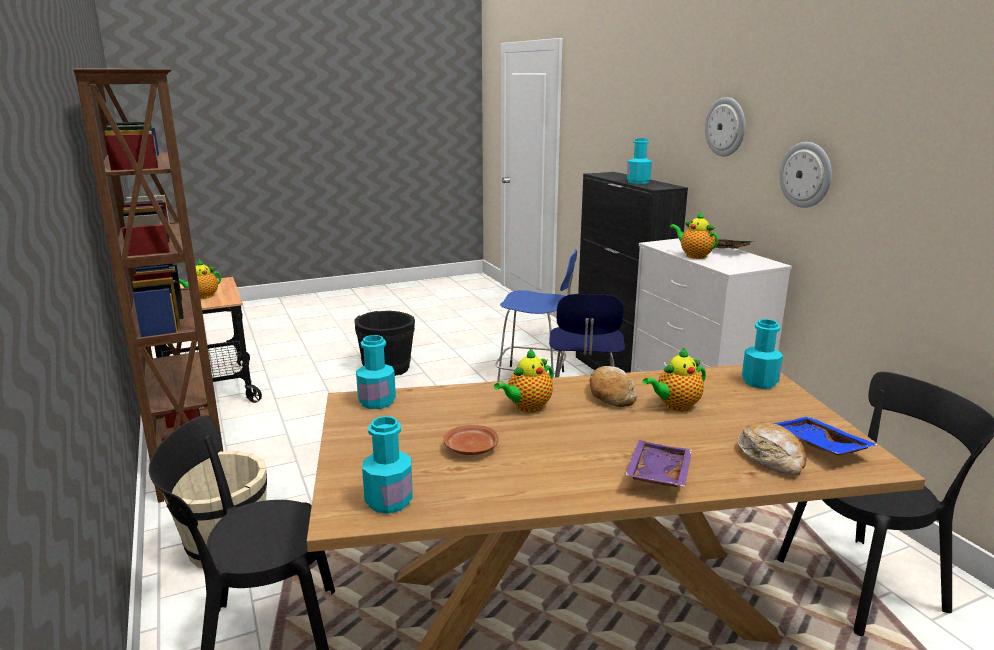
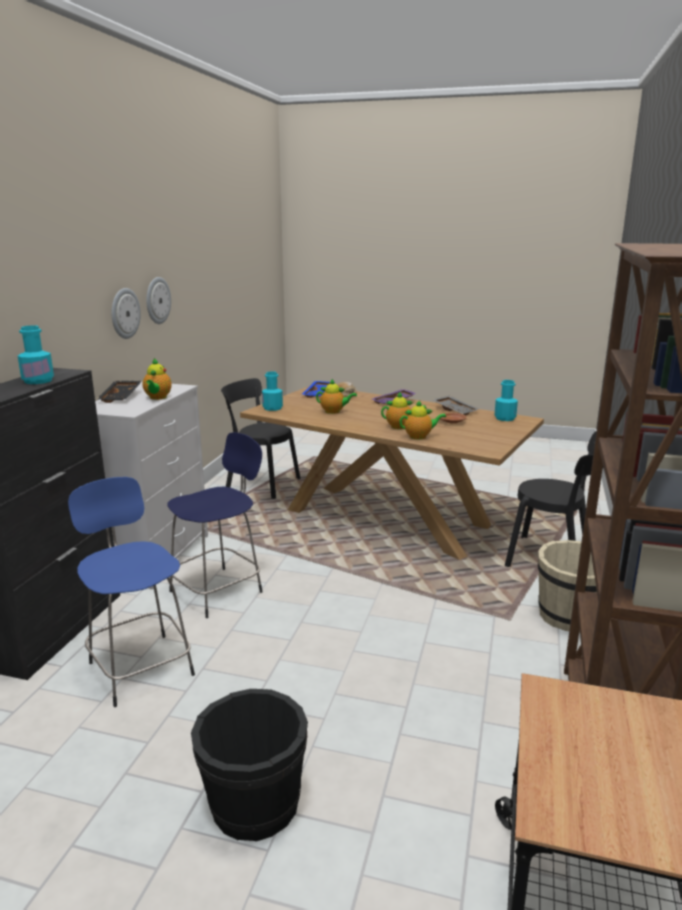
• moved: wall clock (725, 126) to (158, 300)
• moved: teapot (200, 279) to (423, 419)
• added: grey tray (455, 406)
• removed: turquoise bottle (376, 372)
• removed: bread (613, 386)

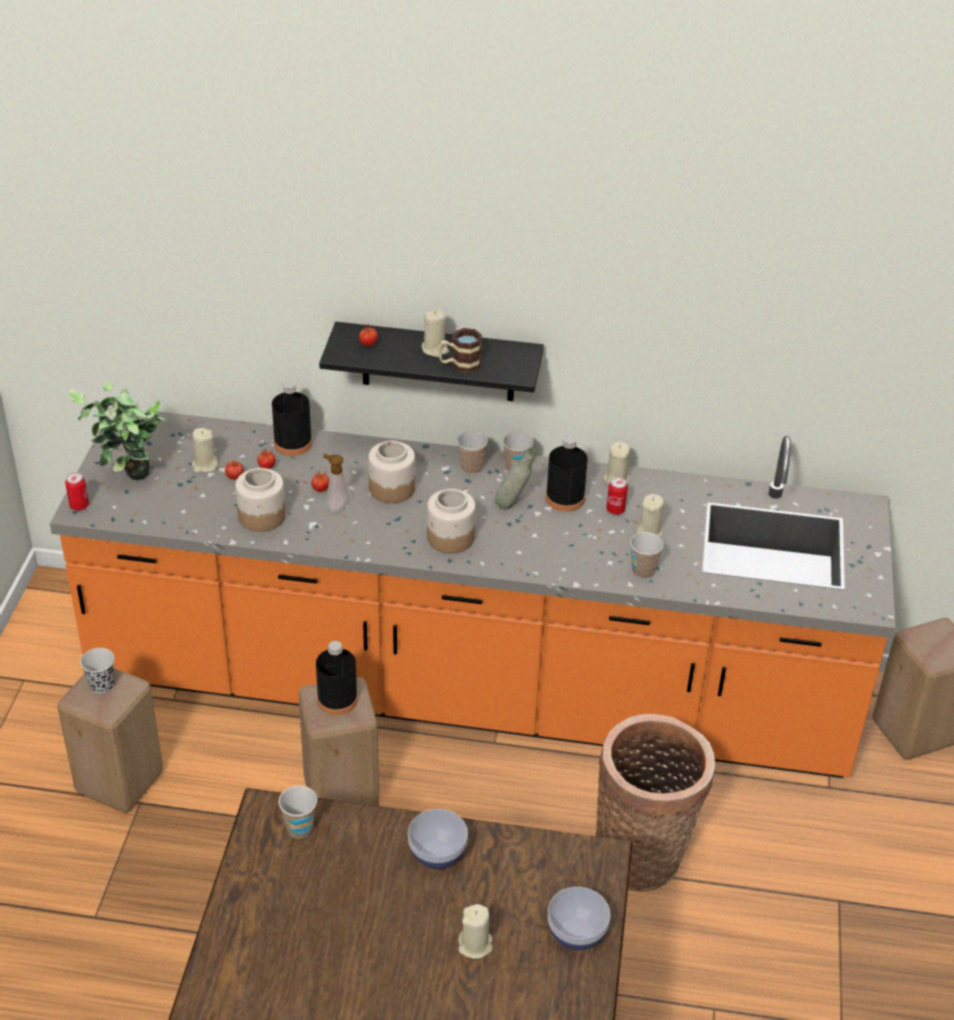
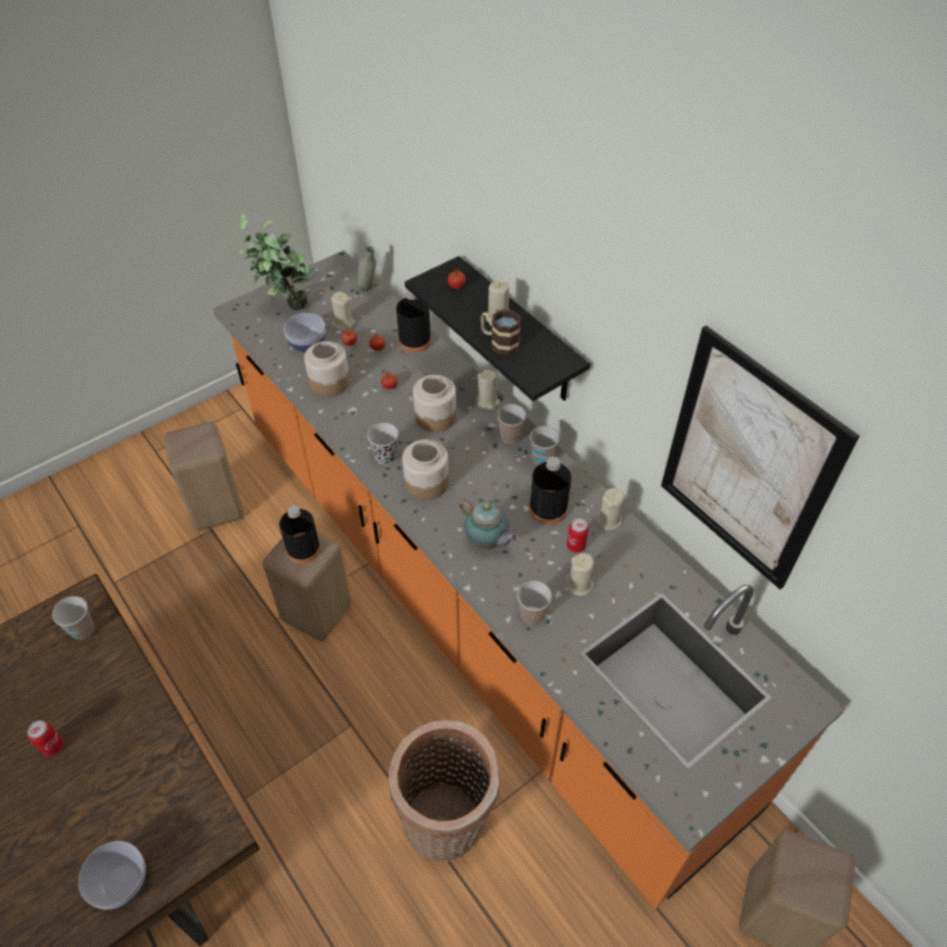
• moved: can (77, 492) to (45, 738)
• moved: bowl (438, 839) to (304, 333)
• moved: grey bottle (515, 479) to (366, 268)
• moved: black cup (97, 671) to (382, 444)
• added: teapot (488, 524)
• moved: beige candle (475, 931) to (488, 389)
• added: picture (760, 457)
• removed: soap dispenser (336, 484)

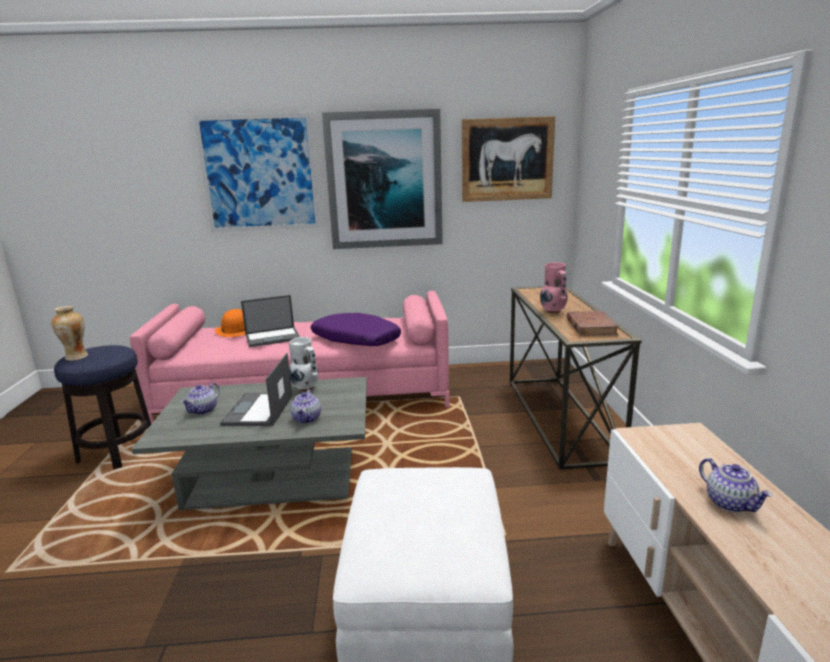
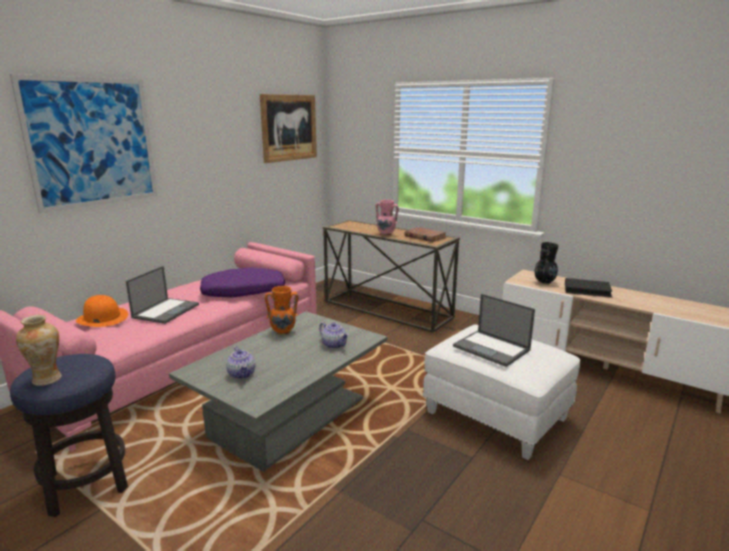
• recoloured: white vase (304, 364) to orange vase (281, 310)
• moved: laptop (256, 389) to (494, 330)
• added: black vase (546, 263)
• replaced: teapot (736, 485) to black book (588, 288)
• removed: picture (382, 179)

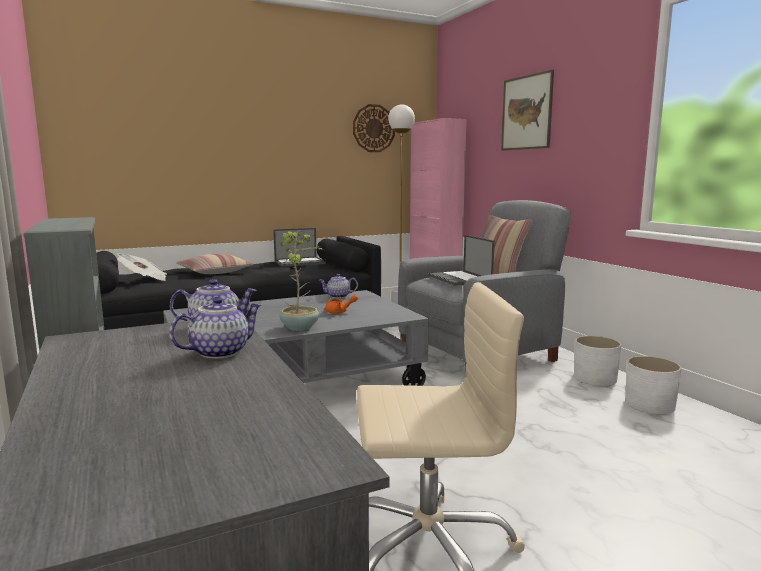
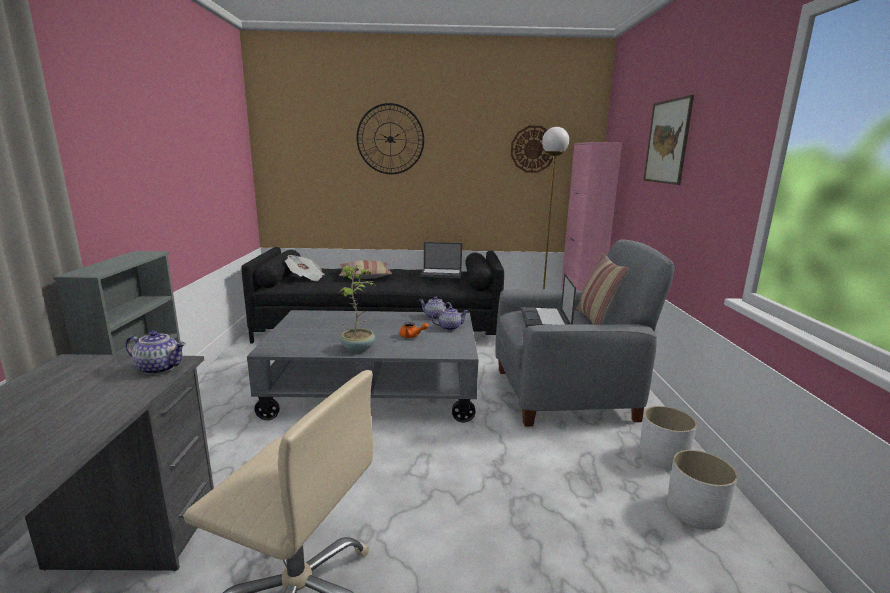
• added: wall clock (390, 138)
• moved: teapot (215, 328) to (449, 318)

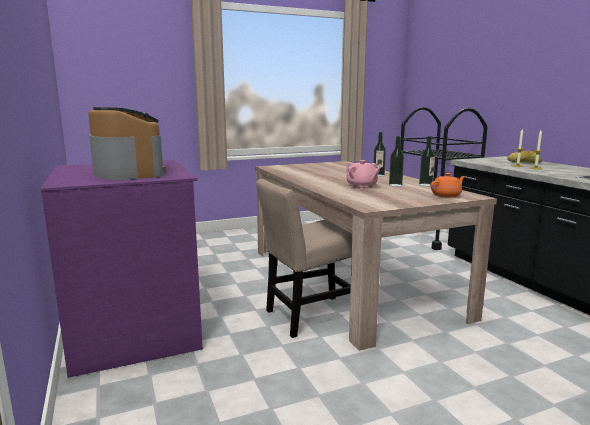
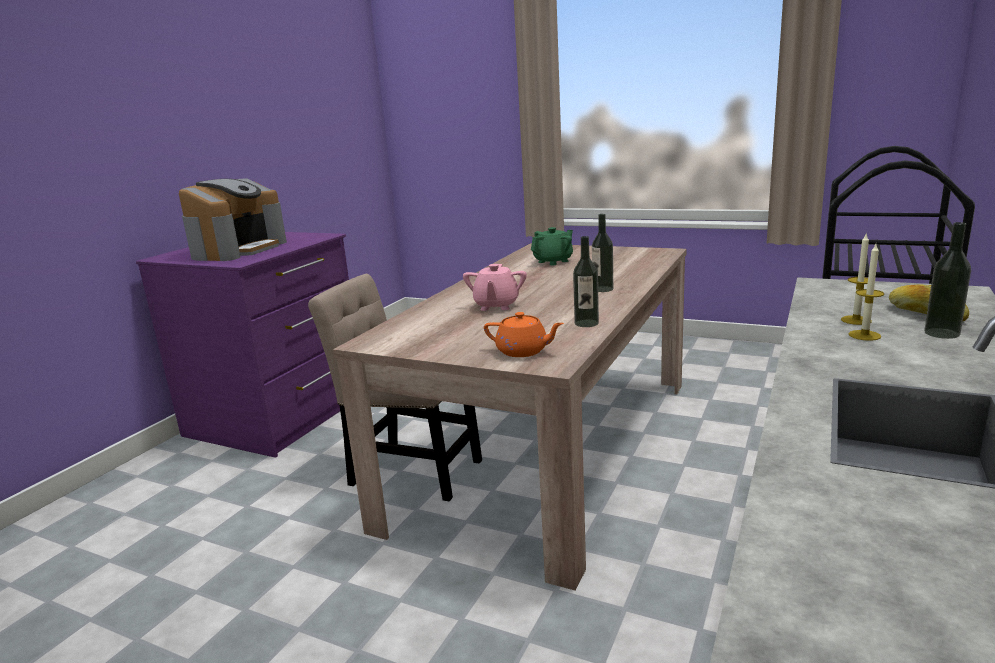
• added: green teapot (552, 246)
• moved: bottle (396, 161) to (947, 280)

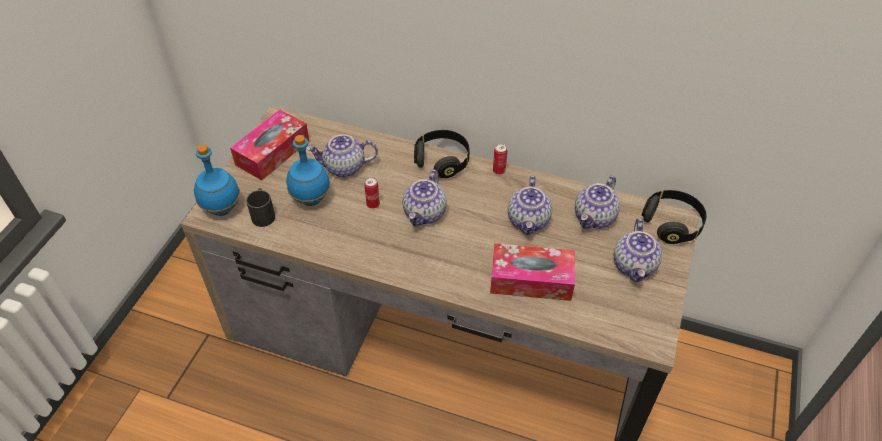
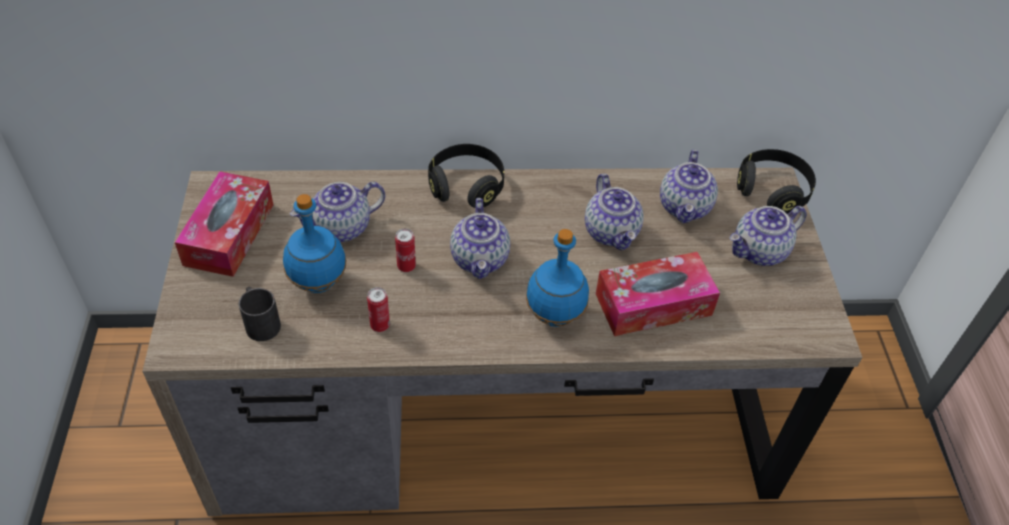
• moved: can (500, 158) to (378, 309)
• moved: blue bottle (217, 180) to (557, 278)
• turned: teapot (638, 250) = (768, 236) 75 degrees clockwise

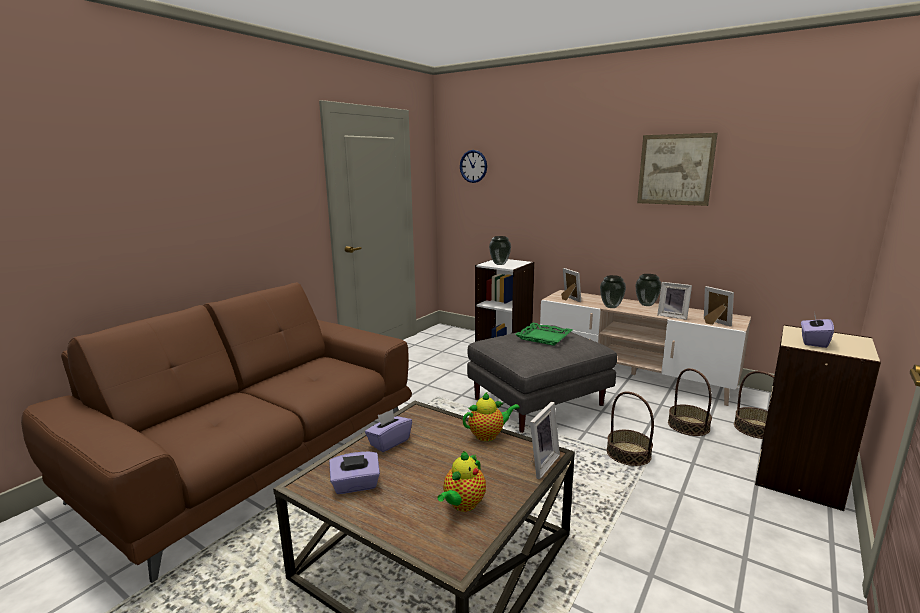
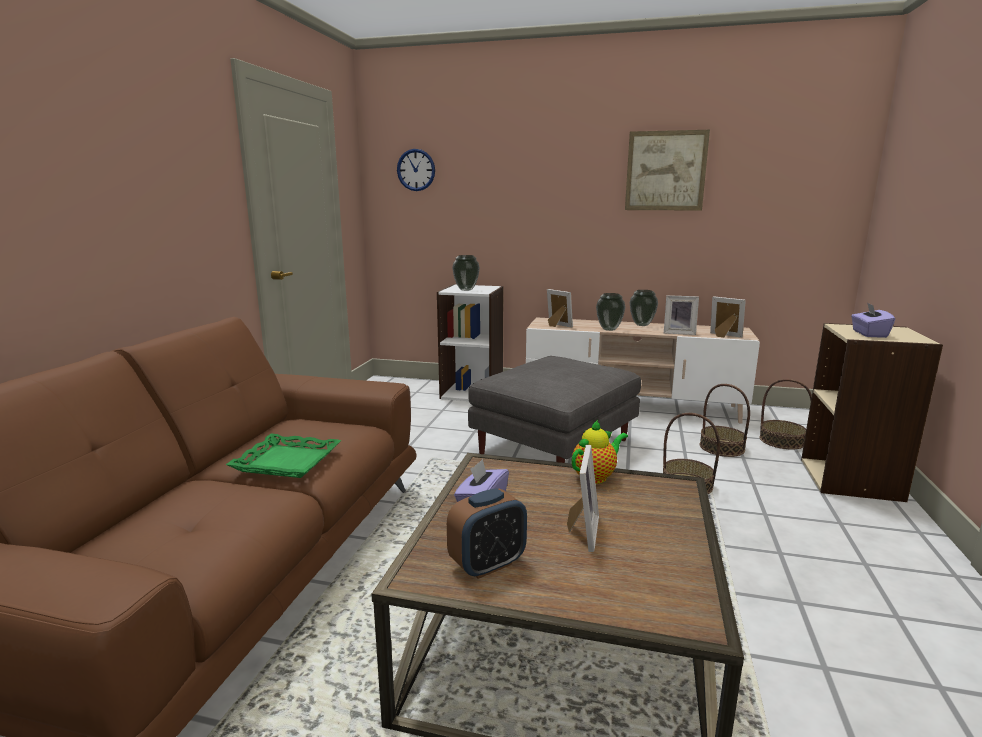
• moved: green tray (543, 334) to (283, 456)
• replaced: purple tissue box (354, 473) to alarm clock (487, 533)
• moved: picture frame (545, 440) to (583, 498)
• removed: teapot (461, 481)

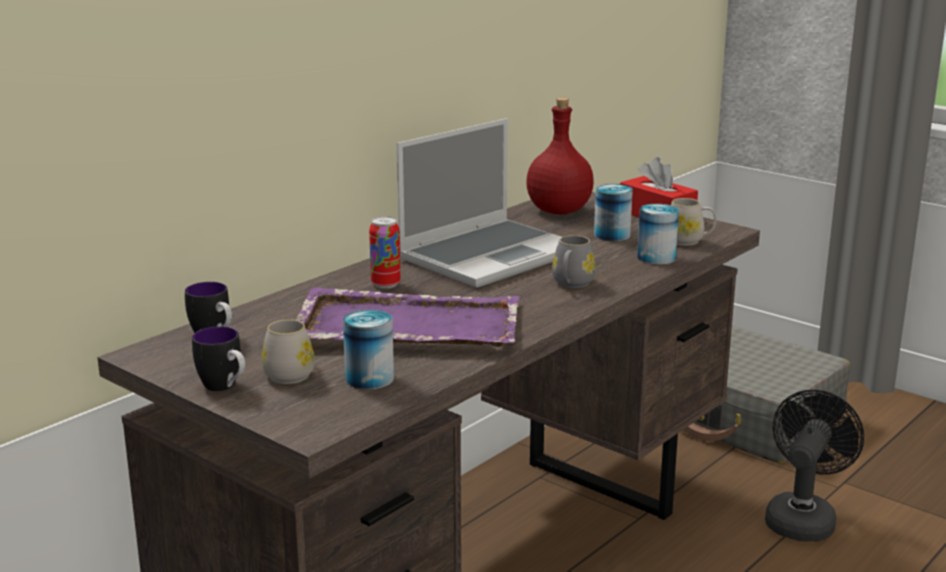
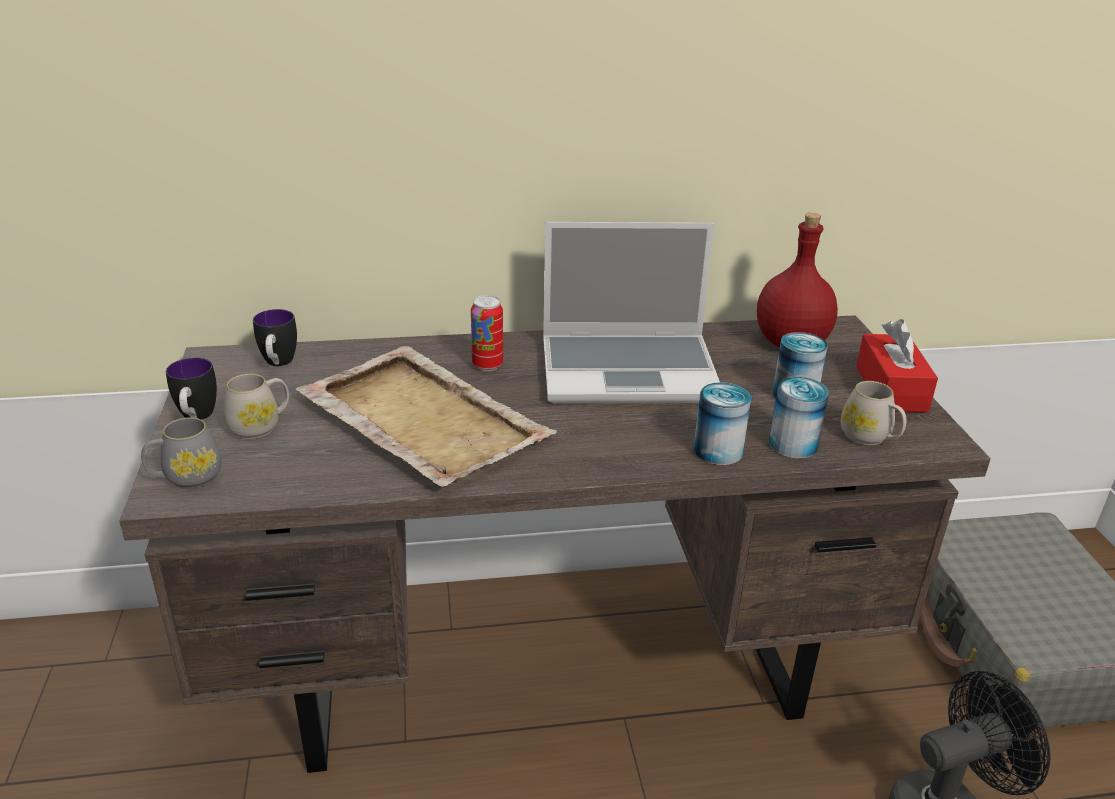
• moved: grey mug (574, 261) to (181, 453)
• recoloured: purple tray (408, 317) to beige tray (426, 416)
• moved: can (368, 350) to (722, 423)

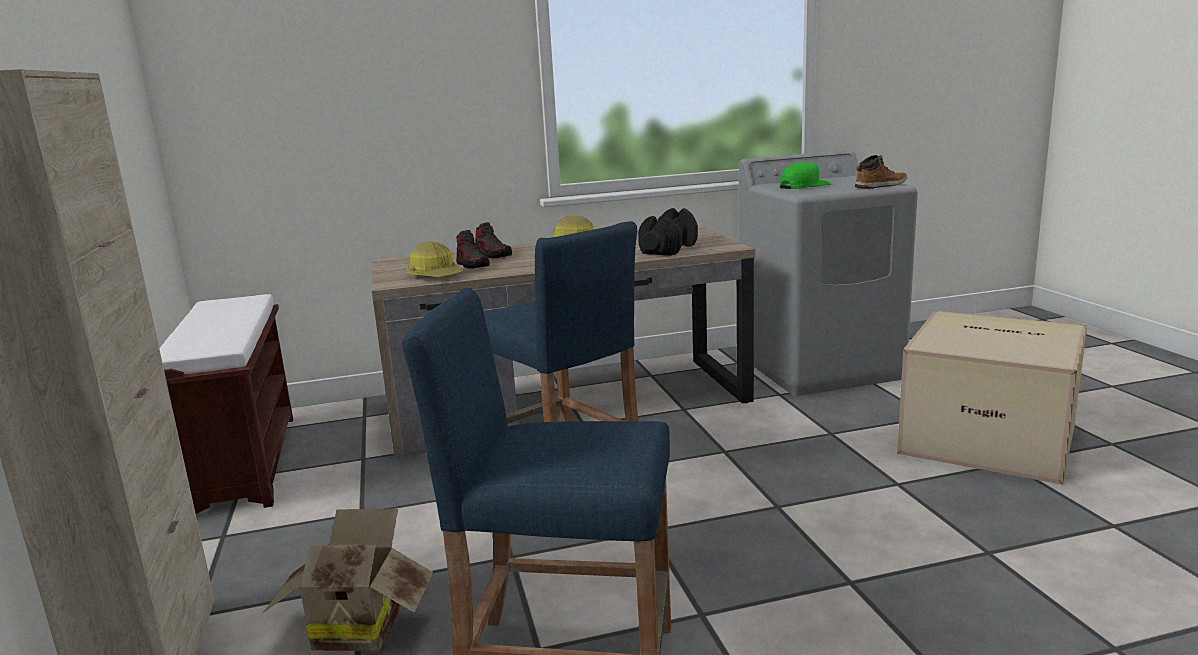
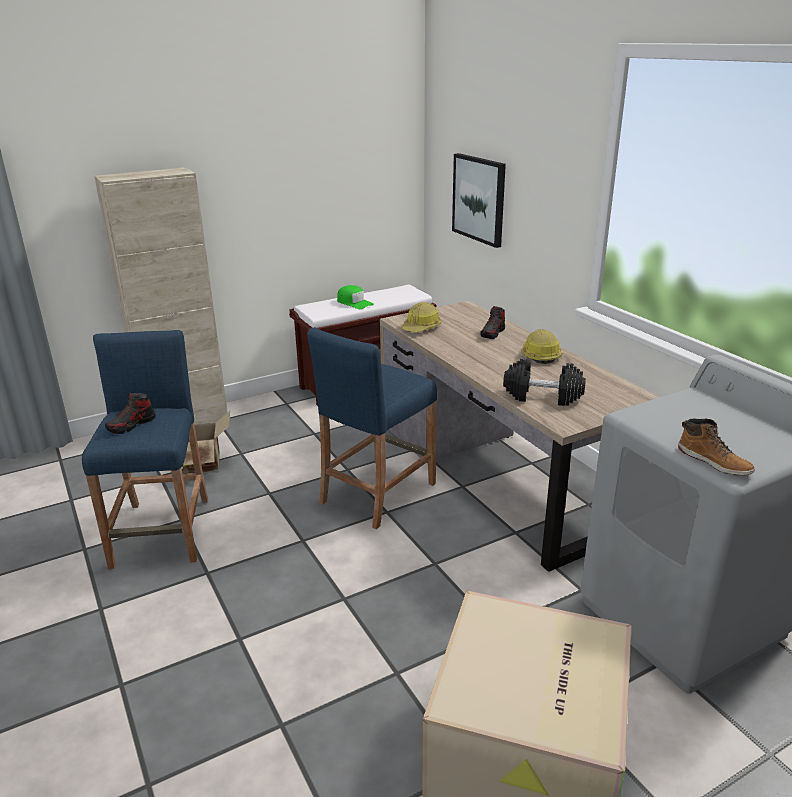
• moved: shoe (473, 249) to (130, 413)
• moved: green cap (806, 175) to (355, 297)
• added: picture (479, 200)

